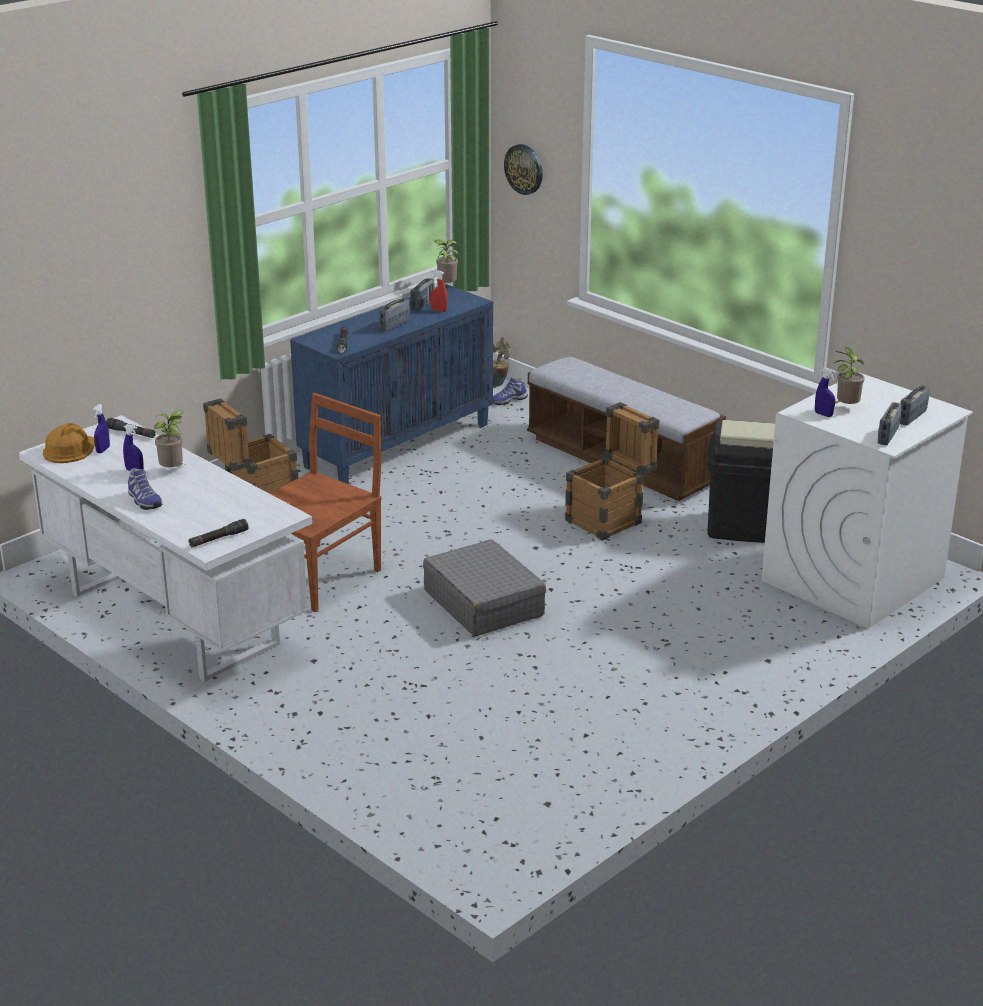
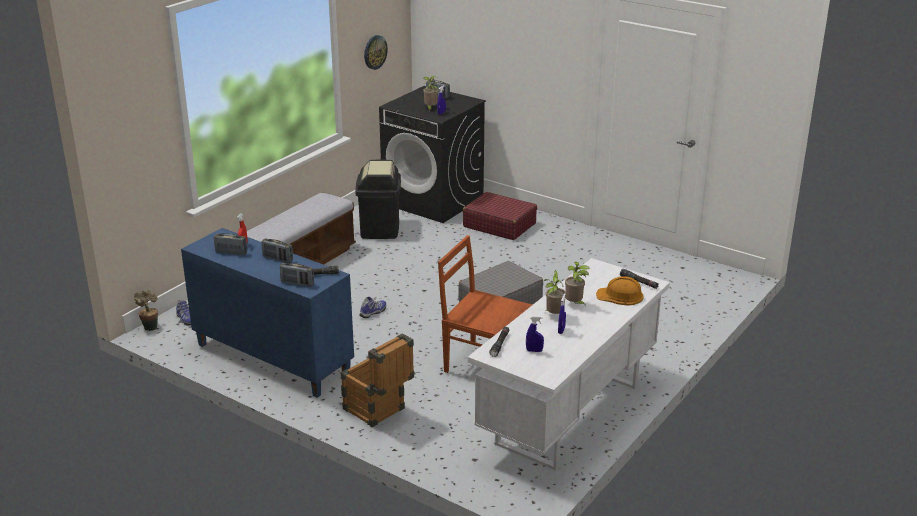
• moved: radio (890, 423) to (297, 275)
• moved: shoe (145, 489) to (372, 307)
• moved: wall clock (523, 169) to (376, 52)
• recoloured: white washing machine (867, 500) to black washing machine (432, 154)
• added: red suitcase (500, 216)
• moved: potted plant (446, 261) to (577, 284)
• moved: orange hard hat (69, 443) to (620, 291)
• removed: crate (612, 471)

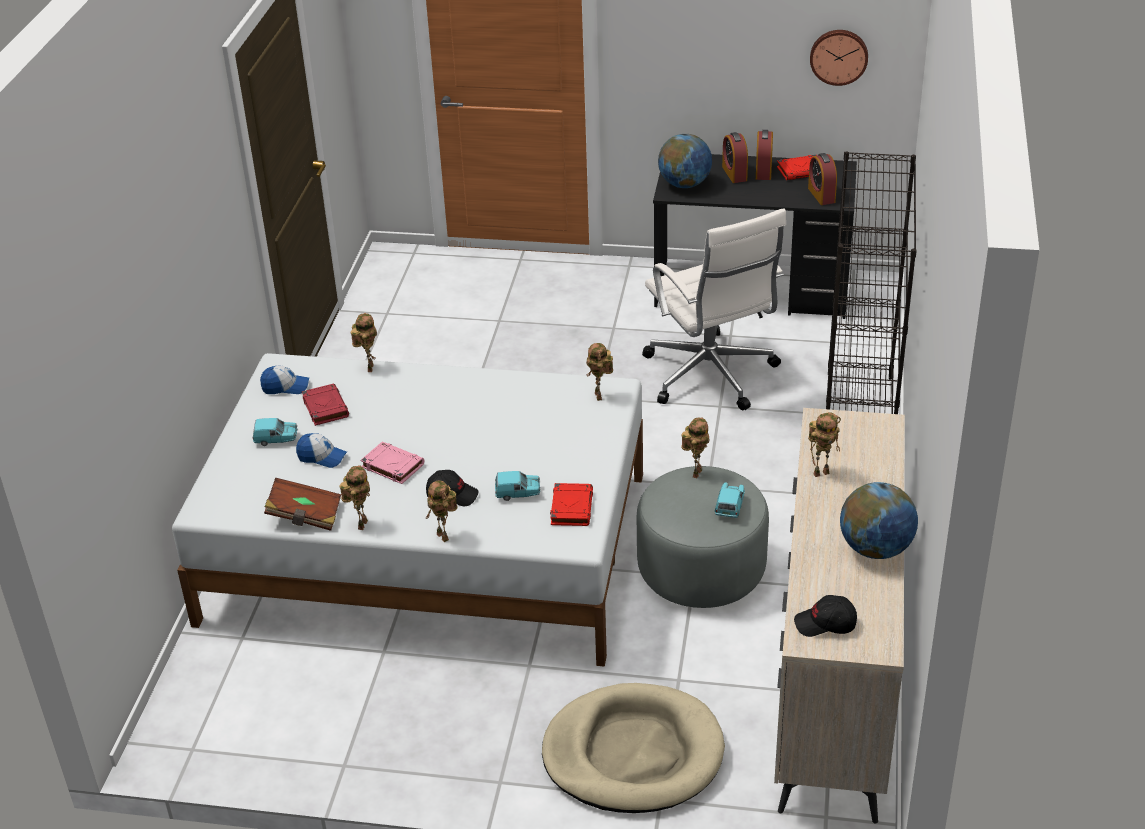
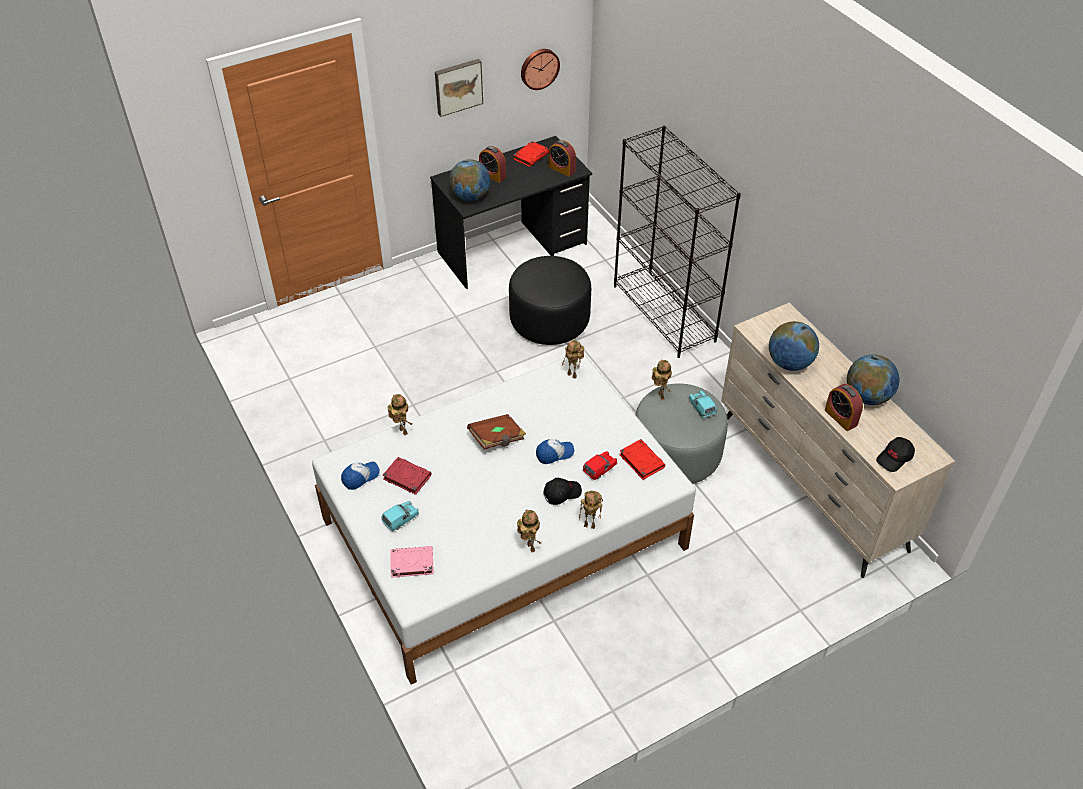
• moved: pink book (392, 462) to (412, 562)
• added: picture (459, 88)
• moved: brown book (302, 504) to (496, 432)
• replaced: white office chair (714, 309) to black ottoman (550, 300)
• moved: cap (321, 450) to (555, 451)
• recoloured: turquoise toy car (517, 486) to red toy car (600, 465)
• replaced: toy robot (824, 444) to globe (794, 346)
• moved: alarm clock (764, 155) to (844, 407)
• removed: beige dog bed (633, 748)

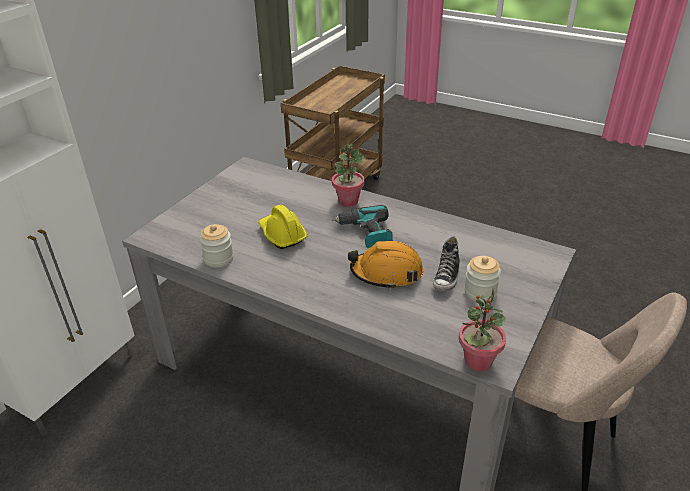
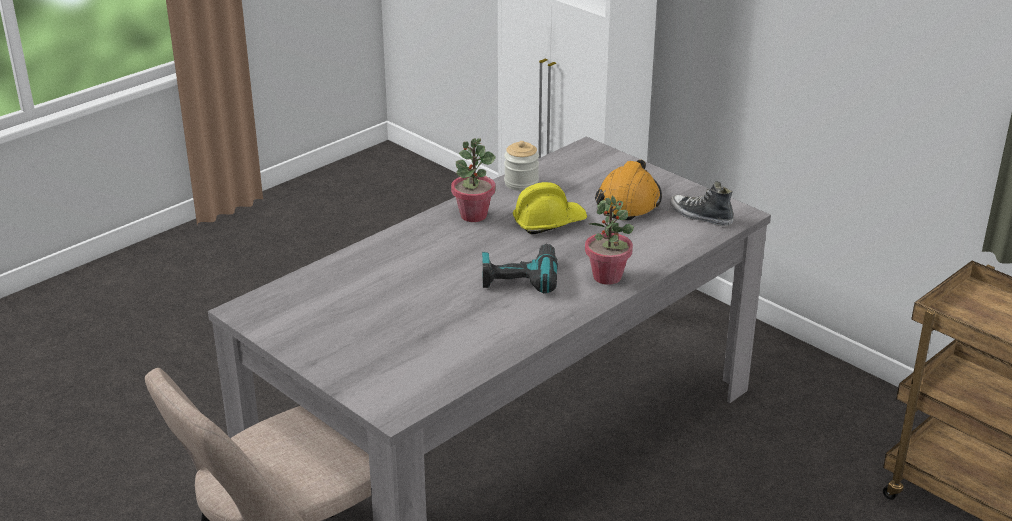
• moved: potted plant (482, 329) to (473, 180)
• moved: orange hard hat (385, 265) to (628, 190)
• moved: shoe (446, 264) to (702, 203)
• removed: jar (482, 279)

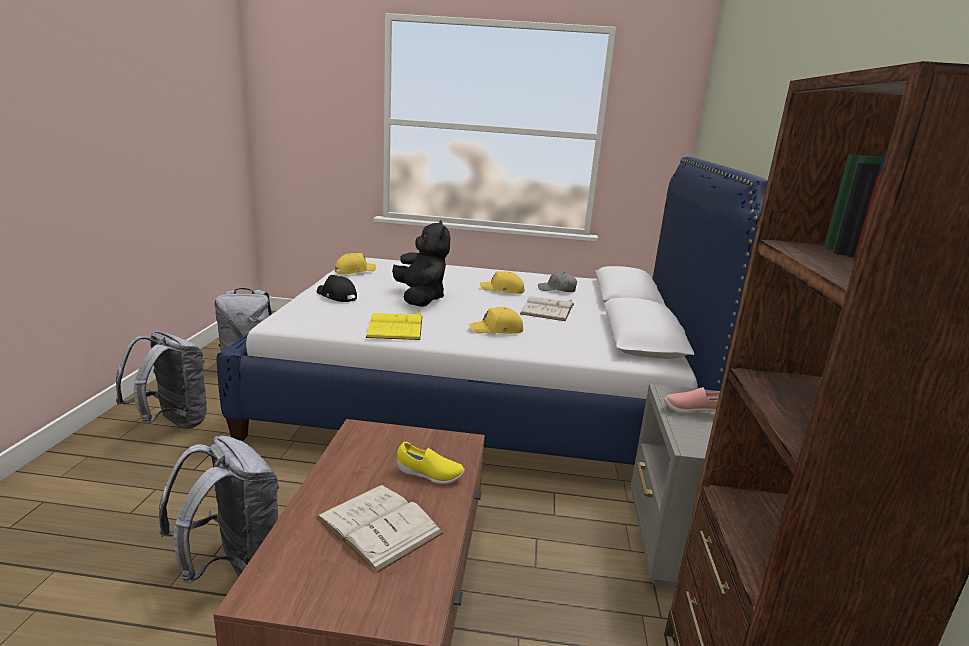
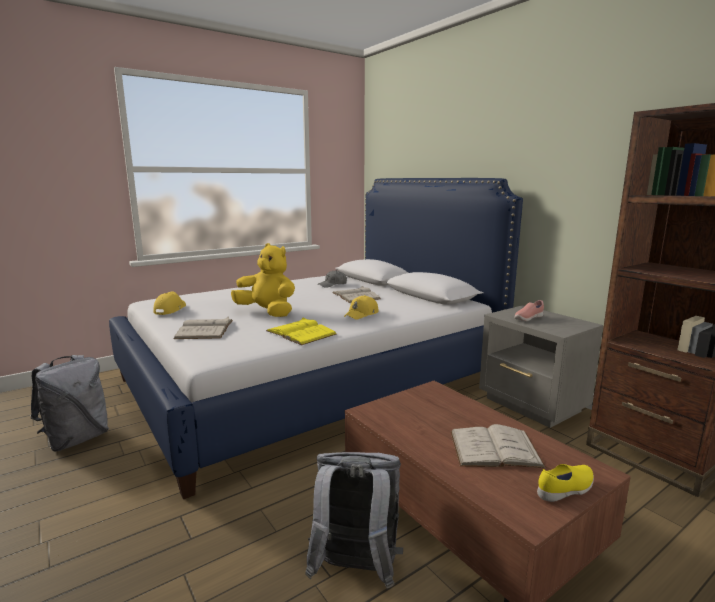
• replaced: black cap (337, 288) to white book (203, 327)
• recoloured: black plush toy (421, 263) to yellow plush toy (263, 280)
• moved: yellow shoe (431, 463) to (565, 483)
• removed: grey backpack (161, 380)
• removed: yellow cap (502, 282)

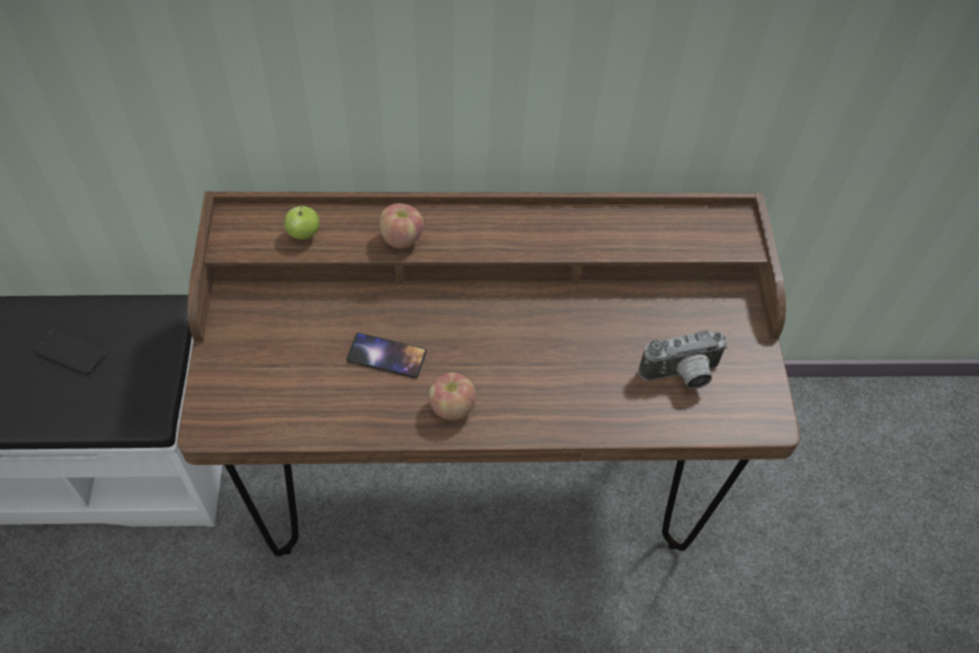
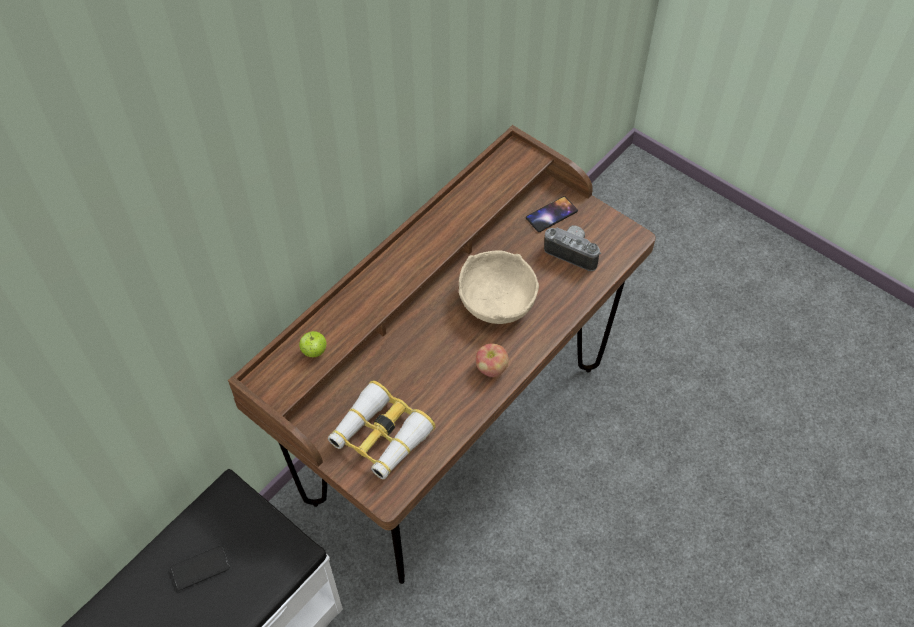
• added: binoculars (382, 430)
• added: beige bowl (499, 287)
• moved: phone (386, 355) to (552, 214)
• turned: photo camera (683, 359) = (572, 248) 90 degrees counterclockwise
• removed: apple (401, 225)

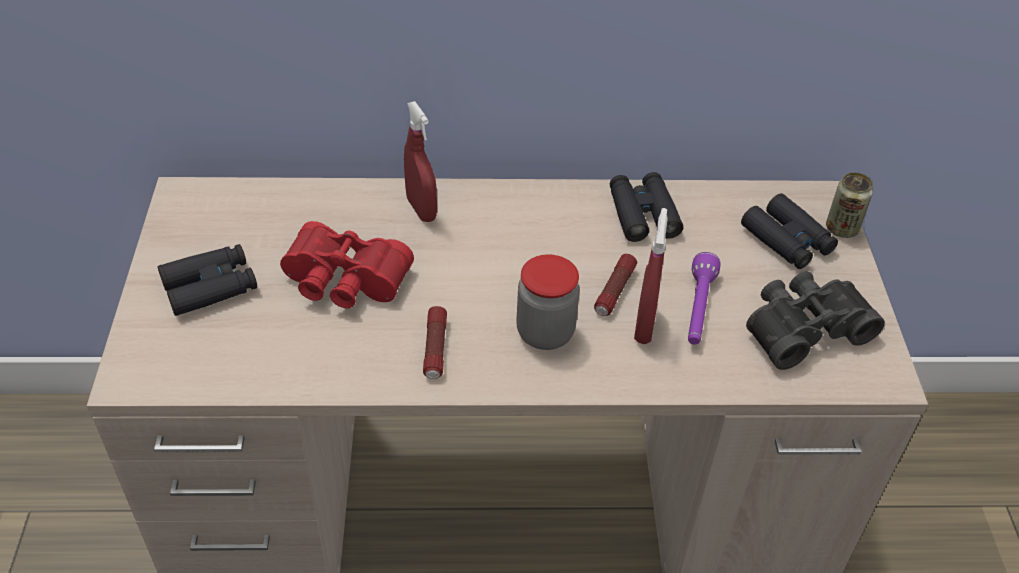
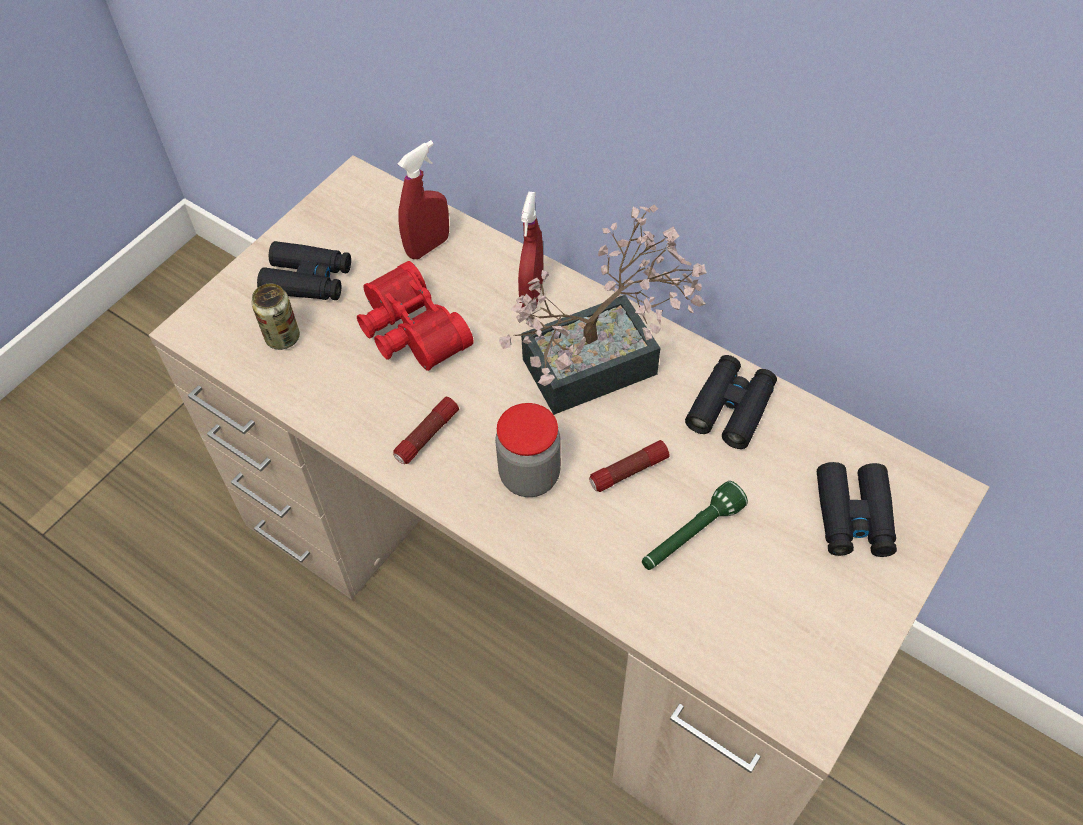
• moved: can (849, 205) to (275, 316)
• moved: red spray bottle (651, 276) to (423, 199)
• added: potted plant (603, 310)
• recoloured: purple flashlight (704, 298) to green flashlight (695, 525)
• removed: black binoculars (815, 320)

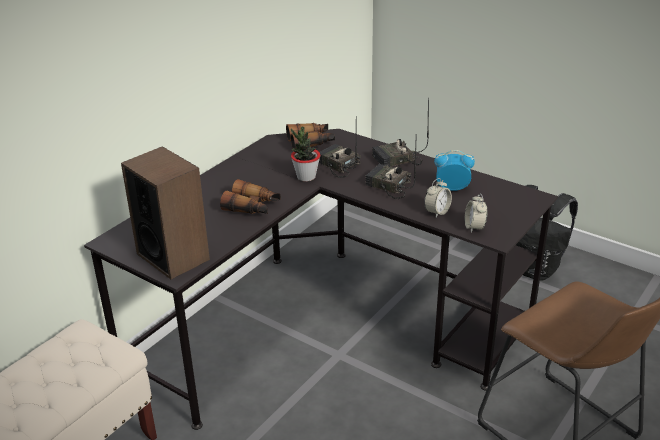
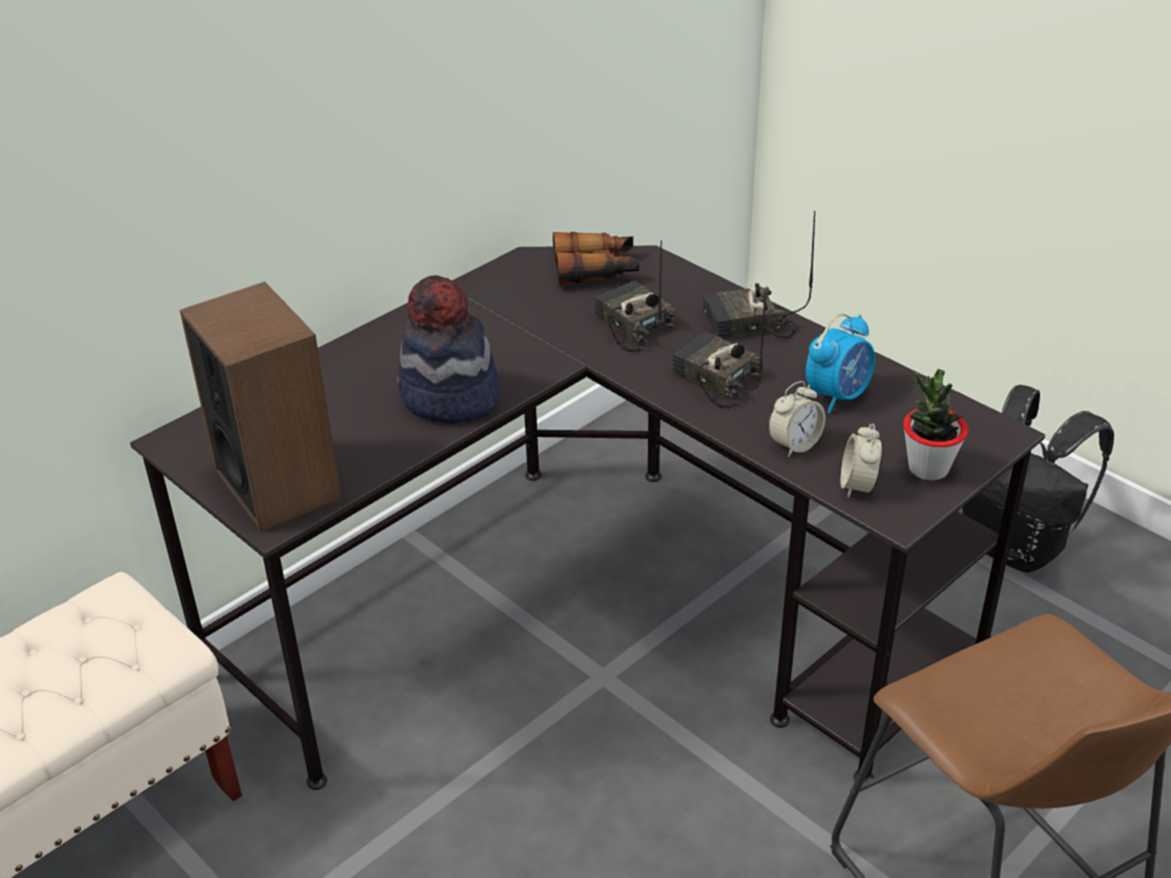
• replaced: binoculars (250, 196) to hat (448, 349)
• turned: alarm clock (454, 170) = (840, 363) 120 degrees clockwise
• moved: potted plant (305, 154) to (935, 424)

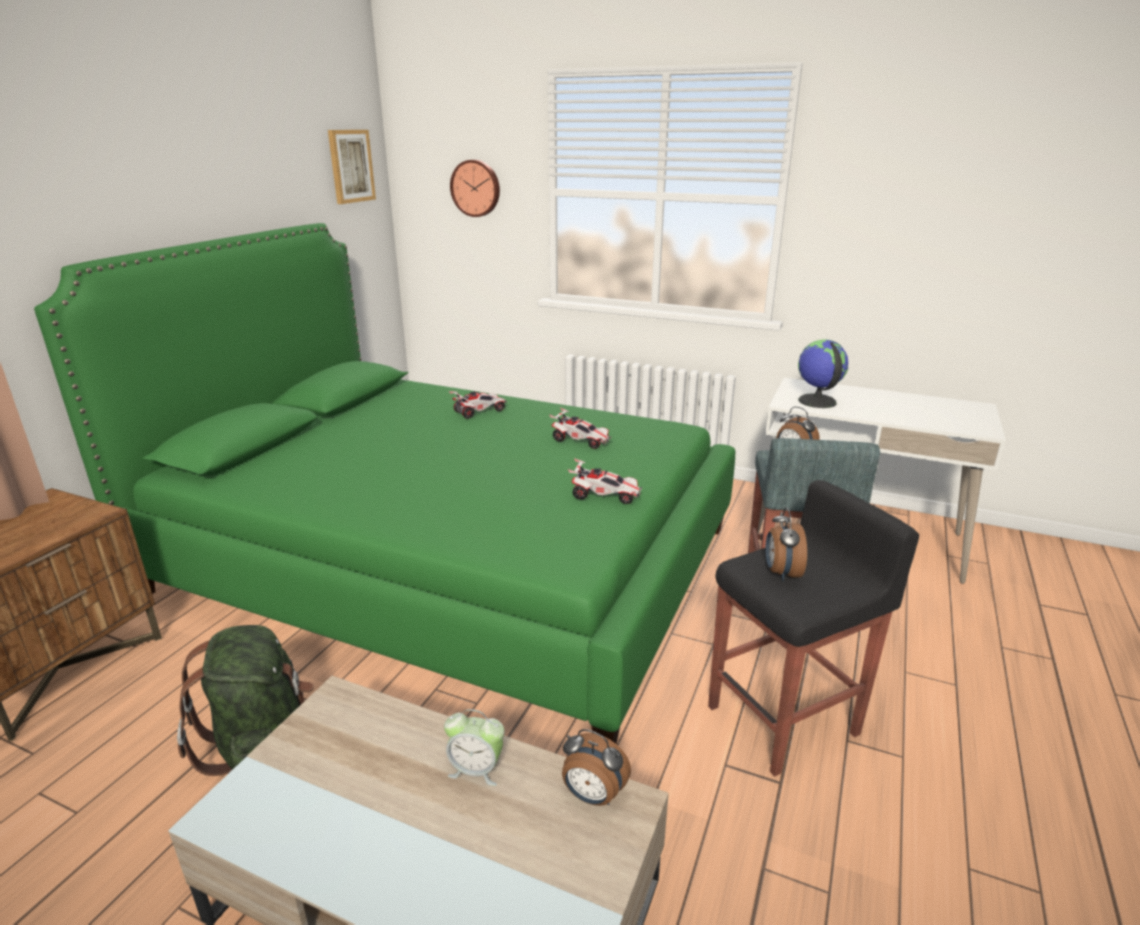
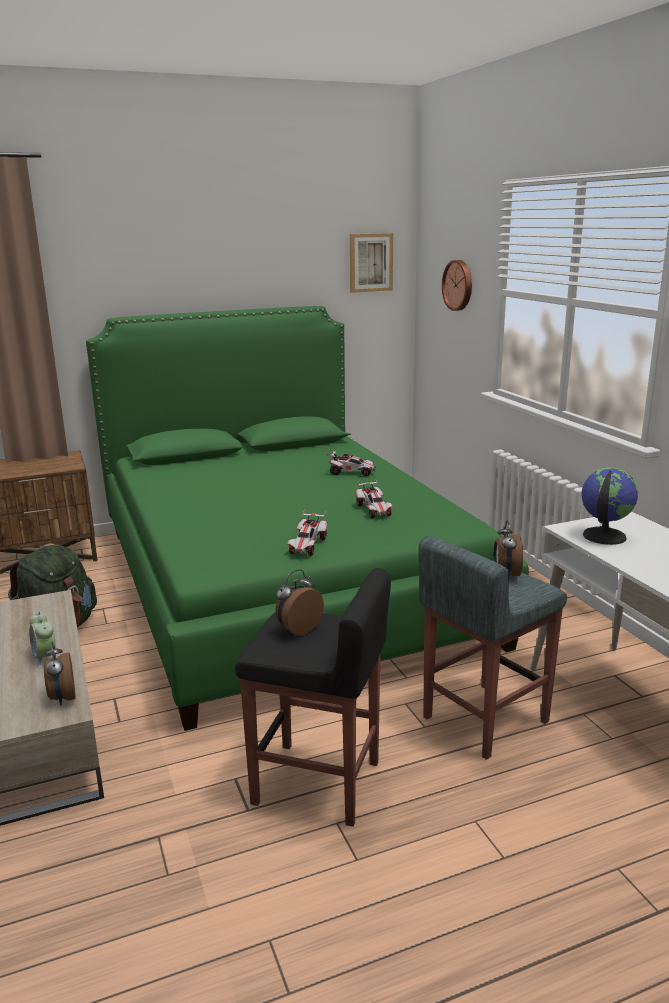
• turned: toy car (605, 481) = (307, 533) 45 degrees clockwise

